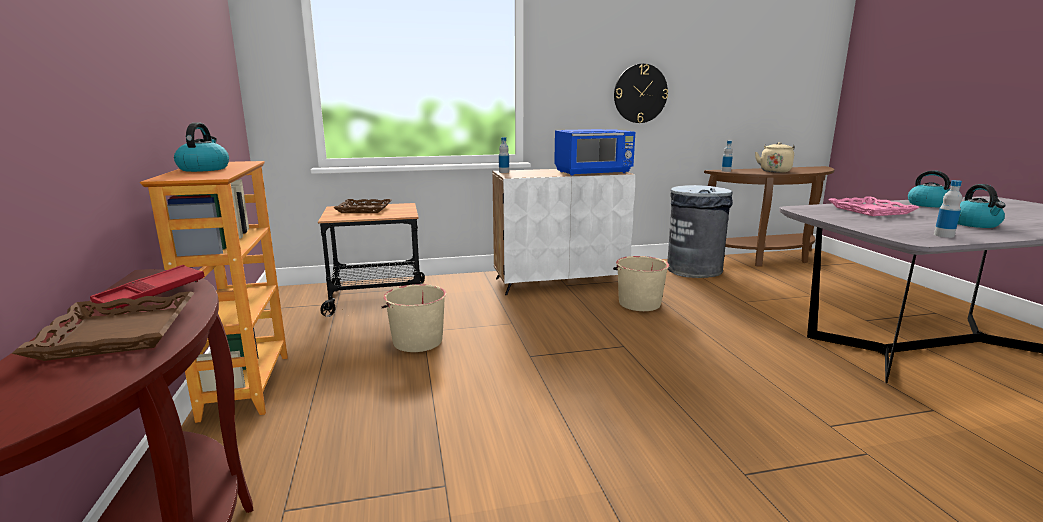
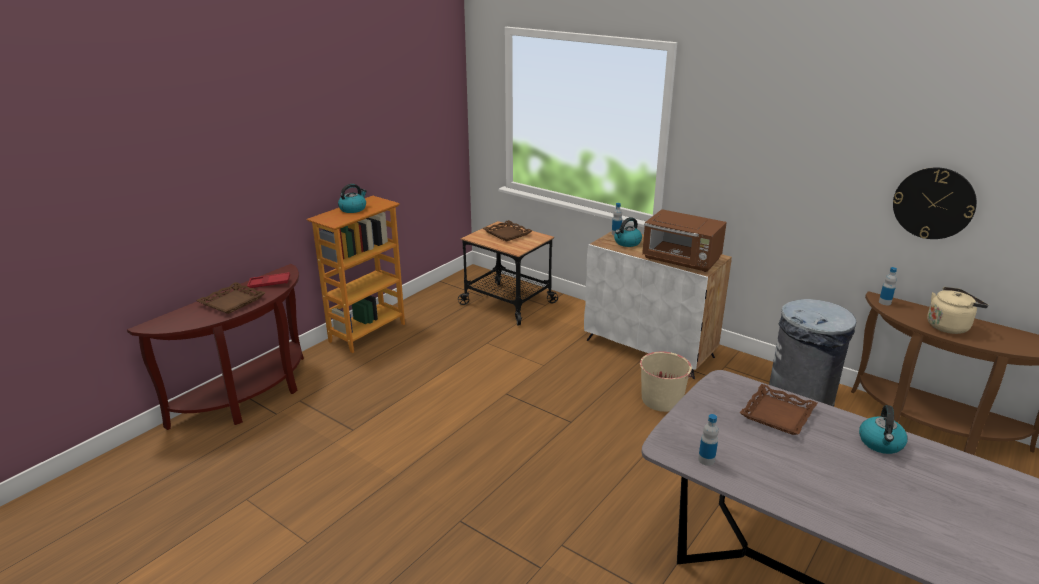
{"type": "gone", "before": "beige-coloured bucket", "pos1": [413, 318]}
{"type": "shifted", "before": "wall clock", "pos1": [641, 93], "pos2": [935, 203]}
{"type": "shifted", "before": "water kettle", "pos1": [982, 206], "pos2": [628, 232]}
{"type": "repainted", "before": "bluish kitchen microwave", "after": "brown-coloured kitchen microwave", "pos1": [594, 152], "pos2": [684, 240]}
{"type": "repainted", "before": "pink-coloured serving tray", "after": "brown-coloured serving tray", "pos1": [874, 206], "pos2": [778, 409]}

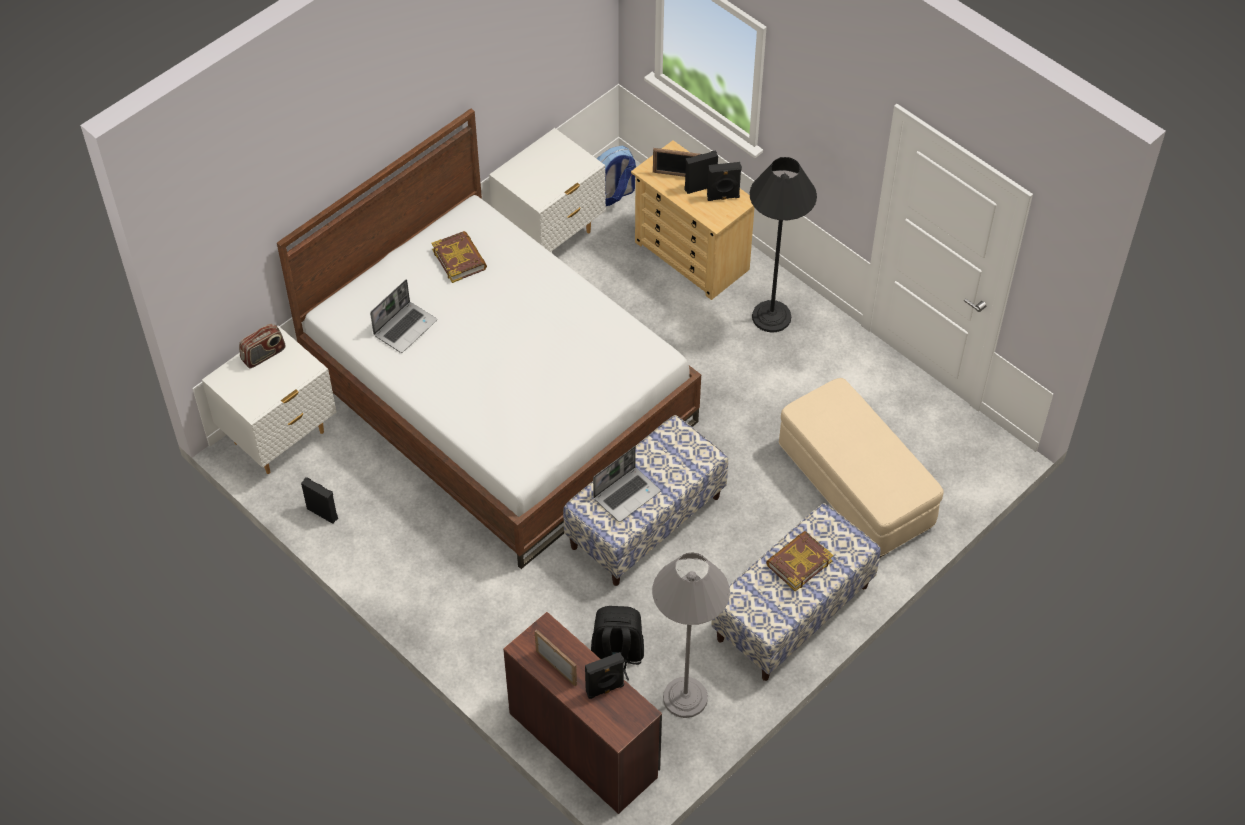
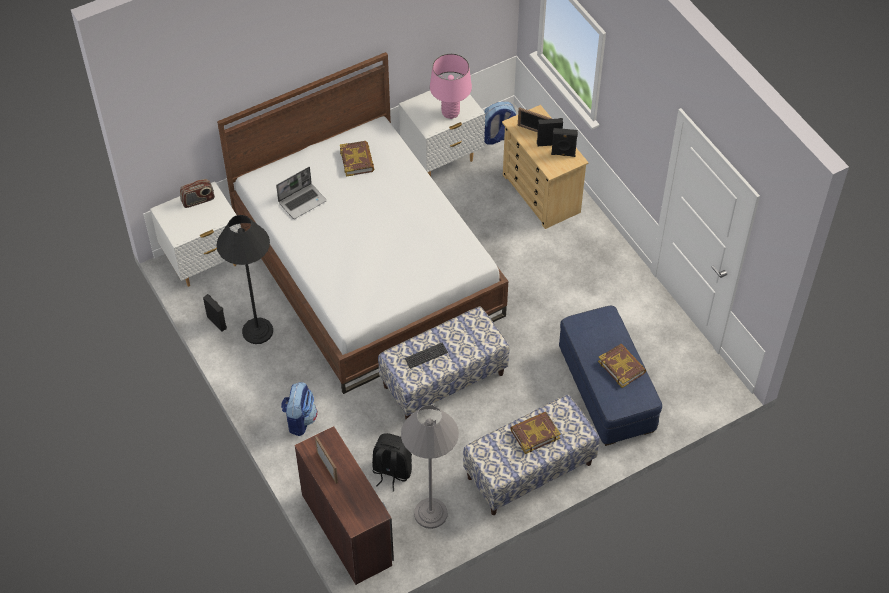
{"type": "gone", "before": "black speaker", "pos1": [604, 675]}
{"type": "new", "after": "backpack", "pos2": [299, 409]}
{"type": "new", "after": "pink-coloured lamp for a table", "pos2": [451, 86]}
{"type": "new", "after": "bound book", "pos2": [622, 366]}
{"type": "shifted", "before": "black floor lamp", "pos1": [783, 244], "pos2": [245, 279]}
{"type": "swapped", "before": "portable computer", "after": "keyboard", "pos1": [627, 484], "pos2": [426, 356]}
{"type": "repainted", "before": "beige-coloured ottoman", "after": "bluish ottoman", "pos1": [861, 467], "pos2": [610, 376]}

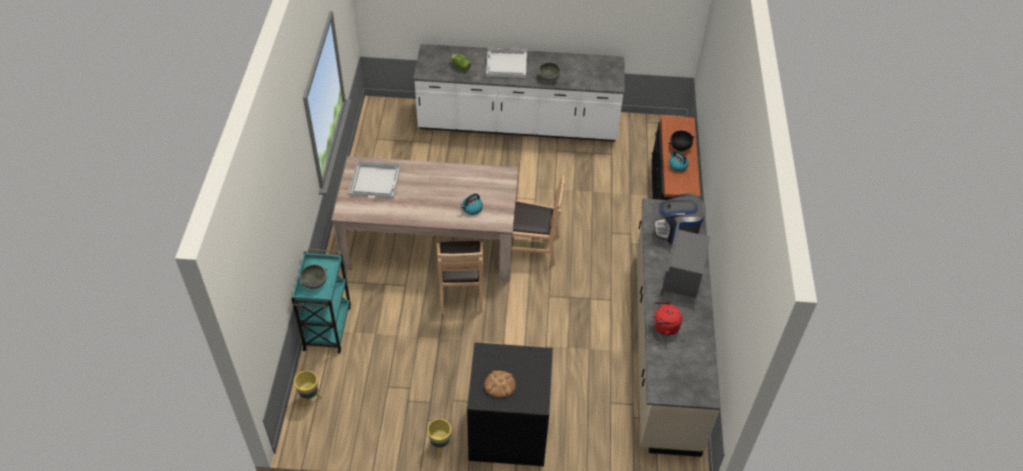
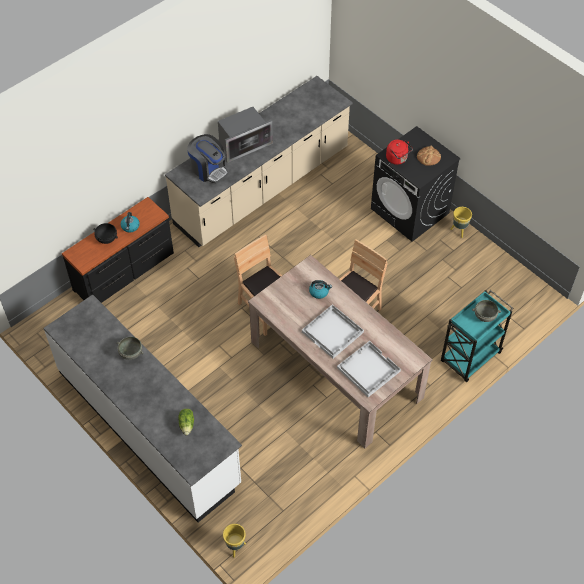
{"type": "shifted", "before": "yellow-coloured plant pot", "pos1": [308, 389], "pos2": [234, 541]}
{"type": "shifted", "before": "white-coloured serving tray", "pos1": [506, 63], "pos2": [333, 332]}
{"type": "shifted", "before": "red water kettle", "pos1": [668, 319], "pos2": [399, 152]}

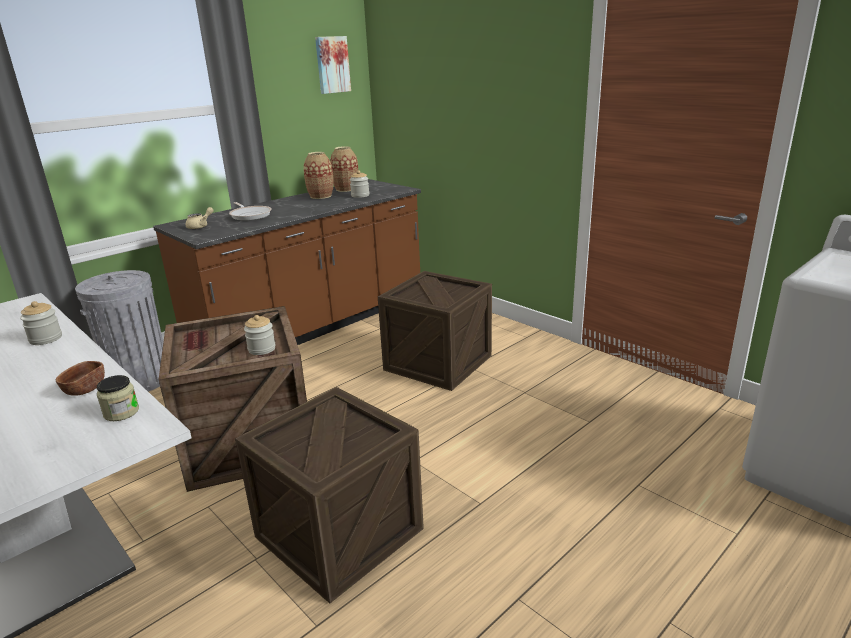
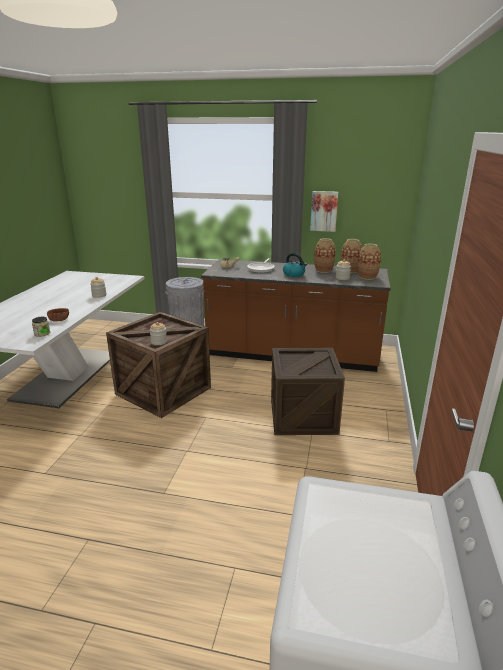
{"type": "gone", "before": "shipping crate", "pos1": [329, 495]}
{"type": "new", "after": "water kettle", "pos2": [295, 265]}
{"type": "new", "after": "vase", "pos2": [369, 262]}
{"type": "shifted", "before": "wall picture", "pos1": [333, 65], "pos2": [324, 211]}

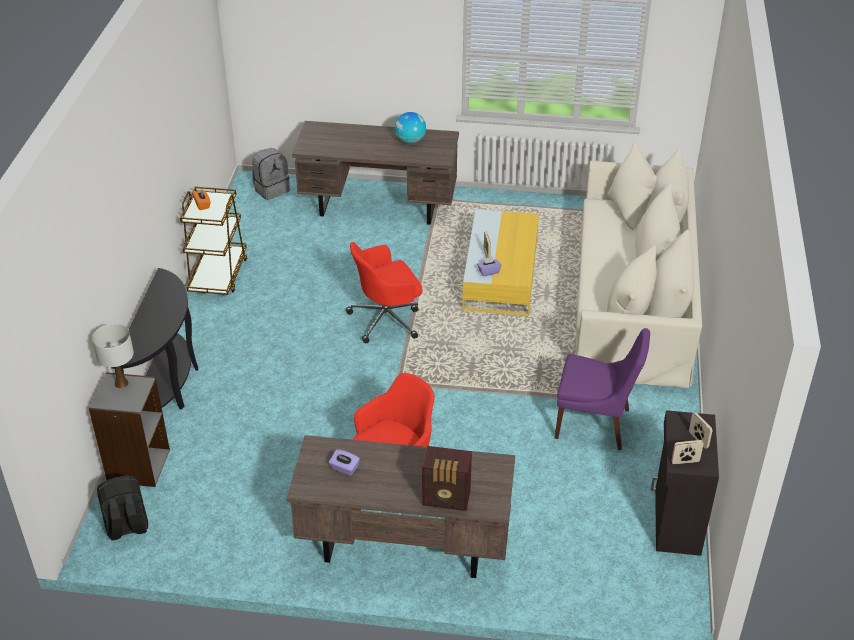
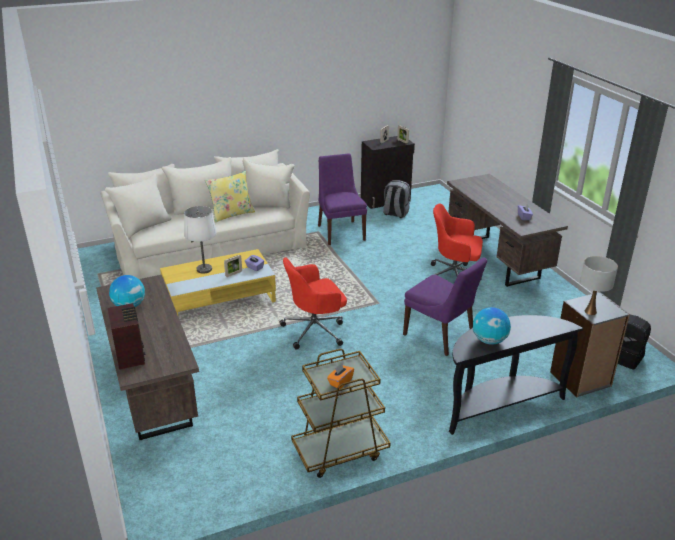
{"type": "new", "after": "white-coloured lamp for a table", "pos2": [200, 240]}
{"type": "new", "after": "yellow-coloured pillow", "pos2": [230, 197]}
{"type": "new", "after": "purplish chair", "pos2": [445, 306]}
{"type": "new", "after": "desk globe", "pos2": [492, 326]}
{"type": "shifted", "before": "gray backpack", "pos1": [271, 174], "pos2": [396, 199]}
{"type": "shifted", "before": "radio set", "pos1": [447, 478], "pos2": [127, 336]}
{"type": "rotated", "before": "red office chair", "pos1": [384, 293], "pos2": [313, 303], "turn": 120}

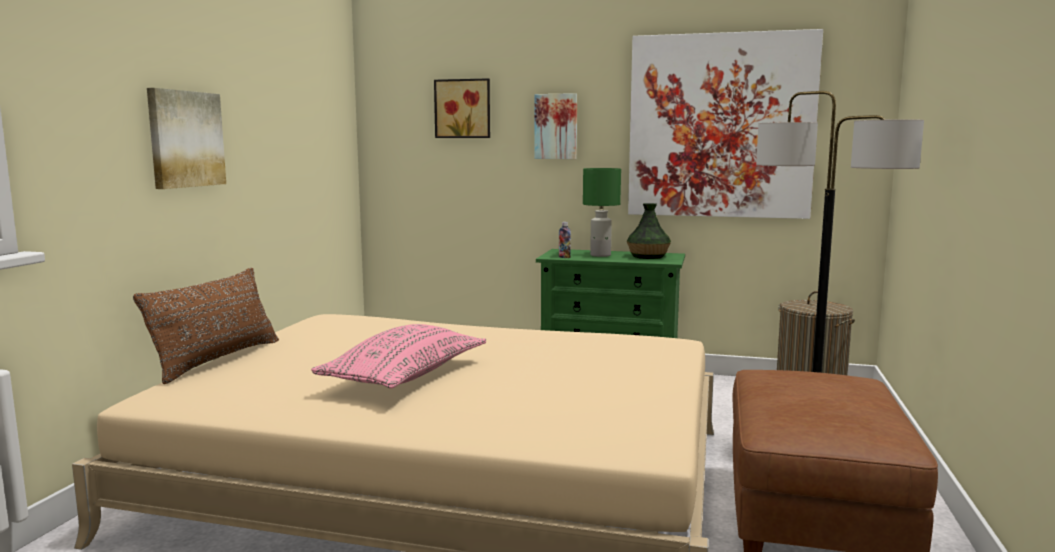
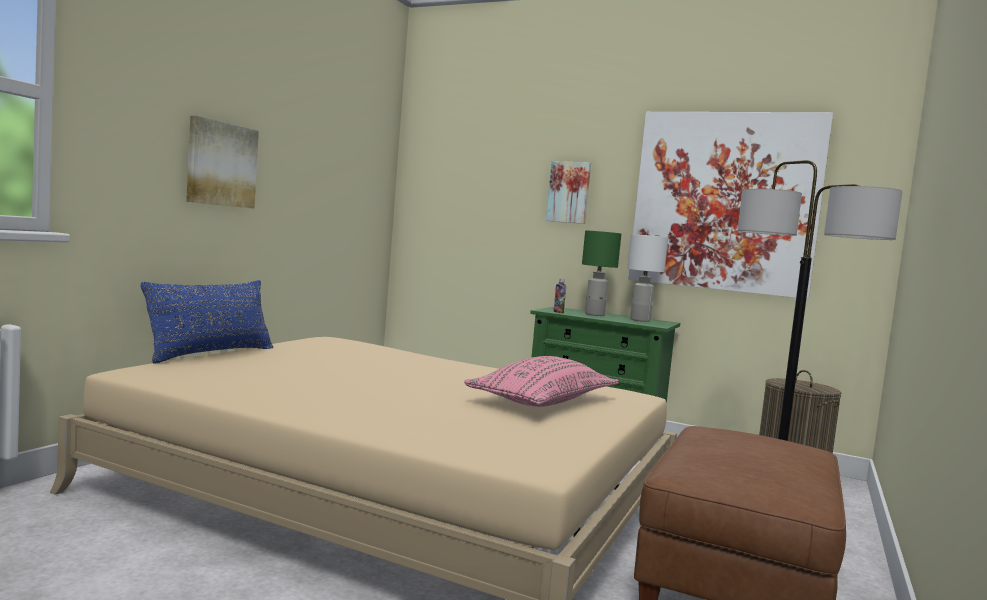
{"type": "gone", "before": "wall picture", "pos1": [462, 108]}
{"type": "shifted", "before": "pink-coloured pillow", "pos1": [398, 356], "pos2": [541, 381]}
{"type": "swapped", "before": "vase", "after": "white-coloured lamp for a table", "pos1": [649, 231], "pos2": [647, 278]}
{"type": "repainted", "before": "brown-coloured pillow", "after": "bluish pillow", "pos1": [206, 326], "pos2": [206, 321]}

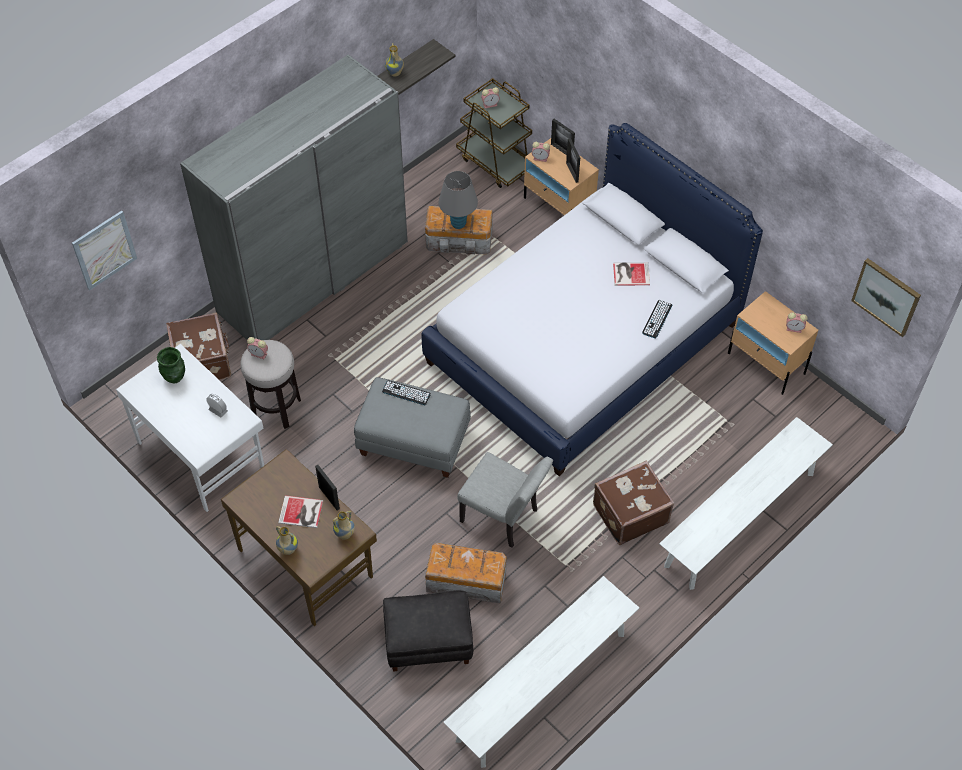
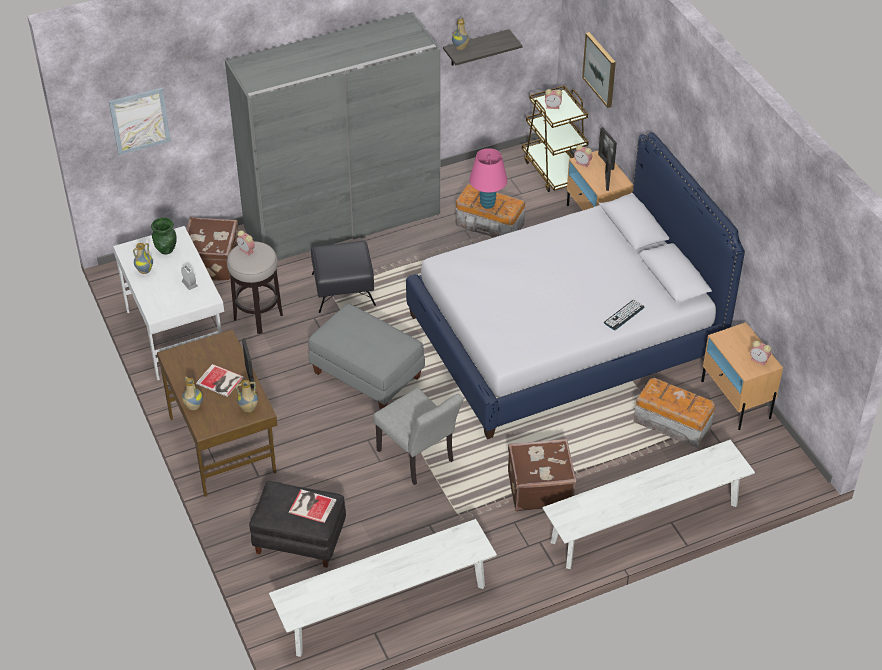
{"type": "gone", "before": "keyboard", "pos1": [406, 392]}
{"type": "new", "after": "vase", "pos2": [143, 258]}
{"type": "new", "after": "black ottoman", "pos2": [343, 277]}
{"type": "shifted", "before": "storage box", "pos1": [466, 573], "pos2": [674, 413]}
{"type": "shifted", "before": "bound book", "pos1": [631, 273], "pos2": [312, 506]}
{"type": "shifted", "before": "wall picture", "pos1": [886, 297], "pos2": [599, 70]}
{"type": "repainted", "before": "gray lamp for a table", "after": "pink-coloured lamp for a table", "pos1": [458, 200], "pos2": [488, 178]}

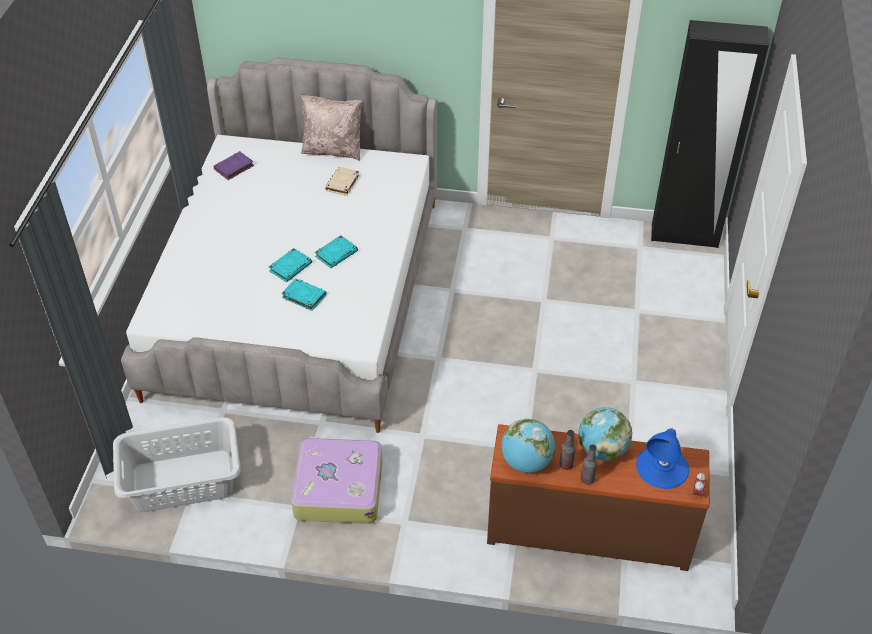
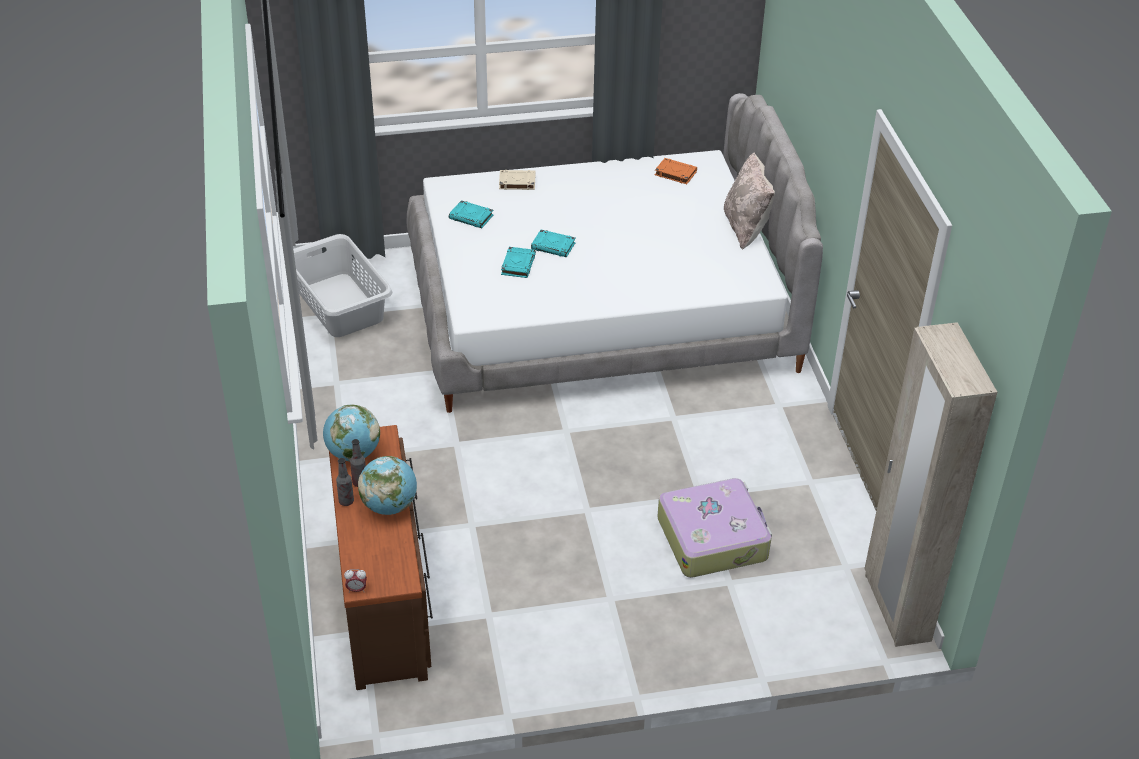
{"type": "gone", "before": "bluish lamp for a table", "pos1": [662, 458]}
{"type": "shifted", "before": "suitcase", "pos1": [337, 480], "pos2": [714, 528]}
{"type": "shifted", "before": "blue-green bound book", "pos1": [336, 251], "pos2": [471, 214]}
{"type": "shifted", "before": "beige-coloured bound book", "pos1": [342, 181], "pos2": [517, 180]}
{"type": "repainted", "before": "purplish bound book", "after": "orangey bound book", "pos1": [233, 165], "pos2": [676, 171]}
{"type": "repainted", "before": "black armoire", "after": "beige-coloured armoire", "pos1": [710, 134], "pos2": [930, 484]}

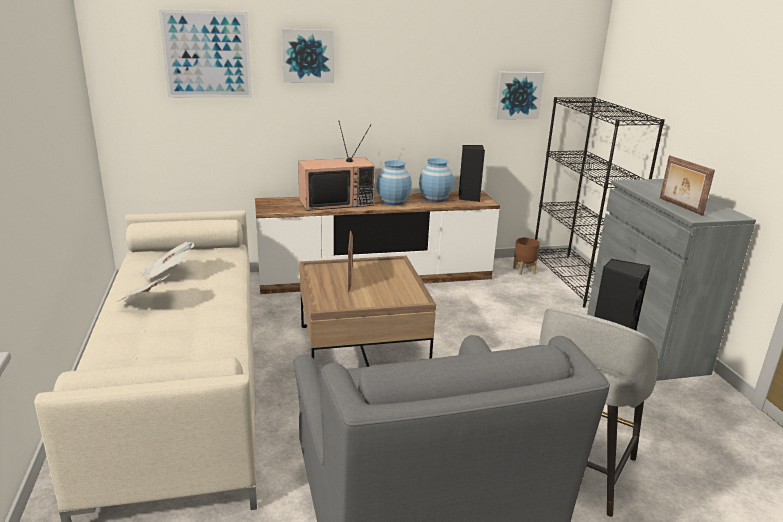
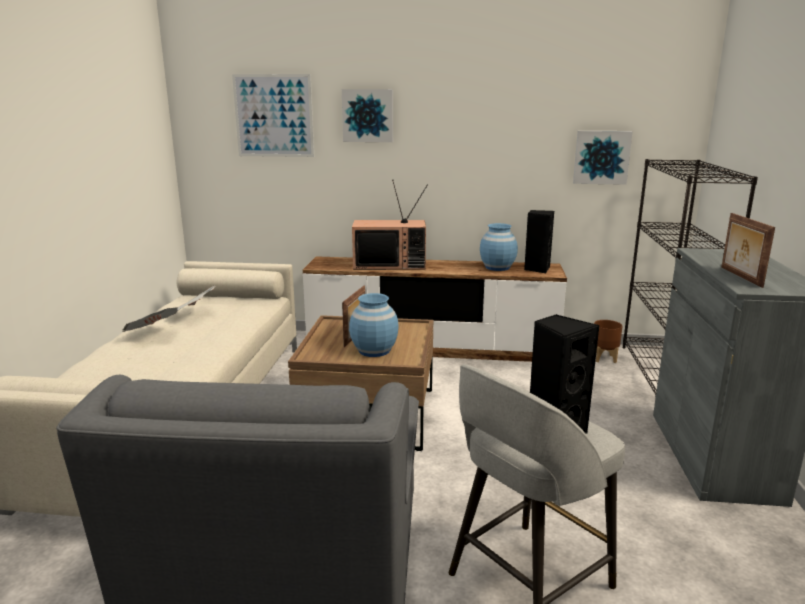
{"type": "shifted", "before": "bluish vase", "pos1": [394, 183], "pos2": [374, 325]}

